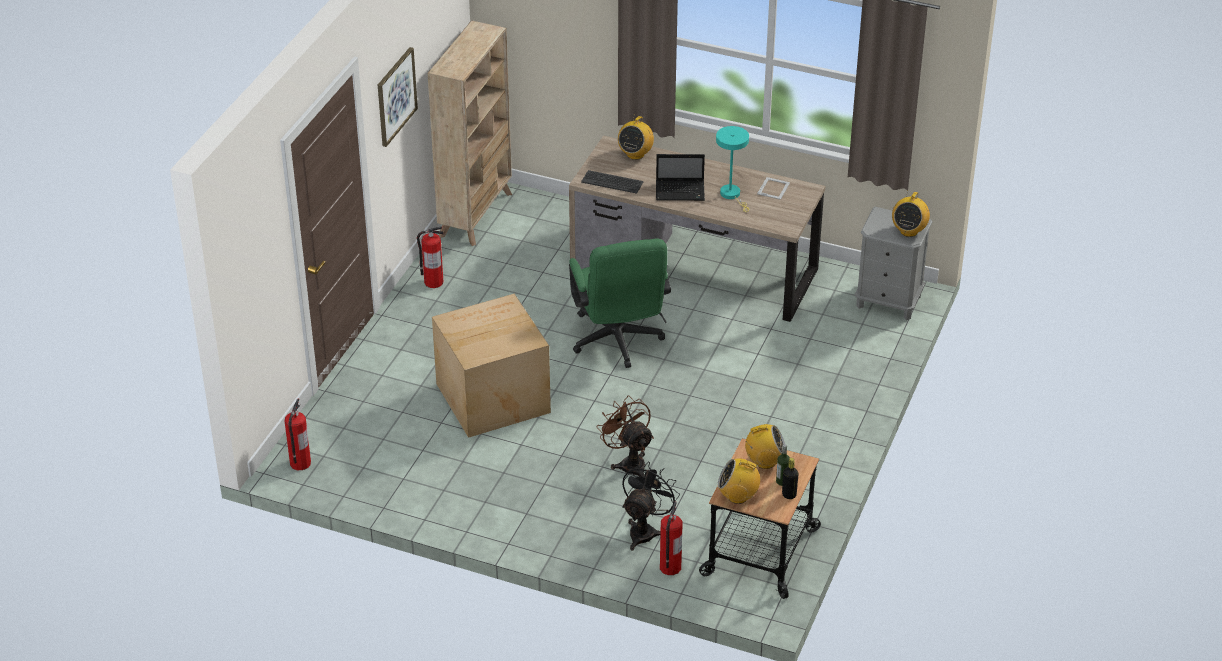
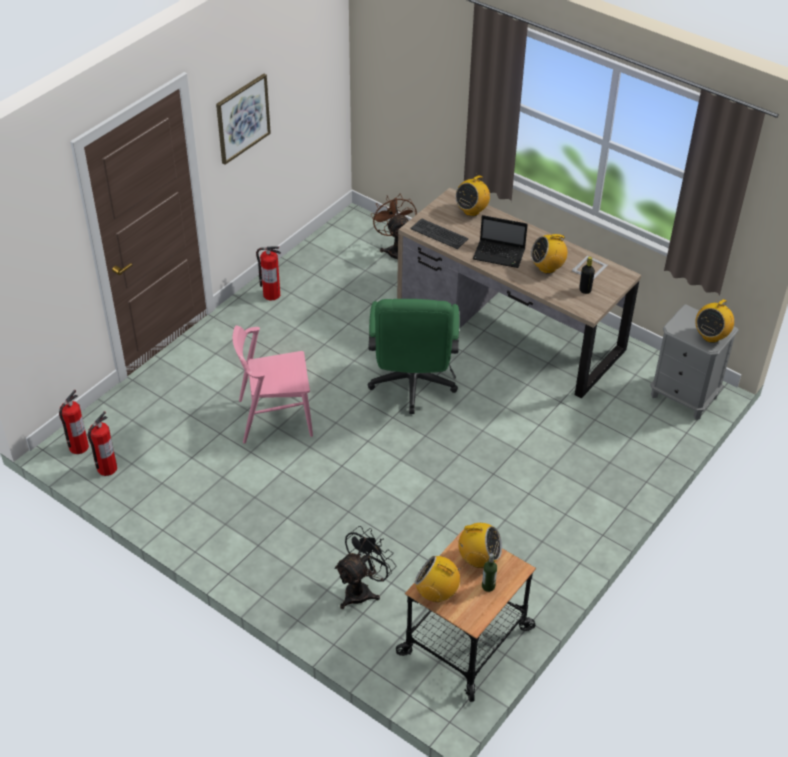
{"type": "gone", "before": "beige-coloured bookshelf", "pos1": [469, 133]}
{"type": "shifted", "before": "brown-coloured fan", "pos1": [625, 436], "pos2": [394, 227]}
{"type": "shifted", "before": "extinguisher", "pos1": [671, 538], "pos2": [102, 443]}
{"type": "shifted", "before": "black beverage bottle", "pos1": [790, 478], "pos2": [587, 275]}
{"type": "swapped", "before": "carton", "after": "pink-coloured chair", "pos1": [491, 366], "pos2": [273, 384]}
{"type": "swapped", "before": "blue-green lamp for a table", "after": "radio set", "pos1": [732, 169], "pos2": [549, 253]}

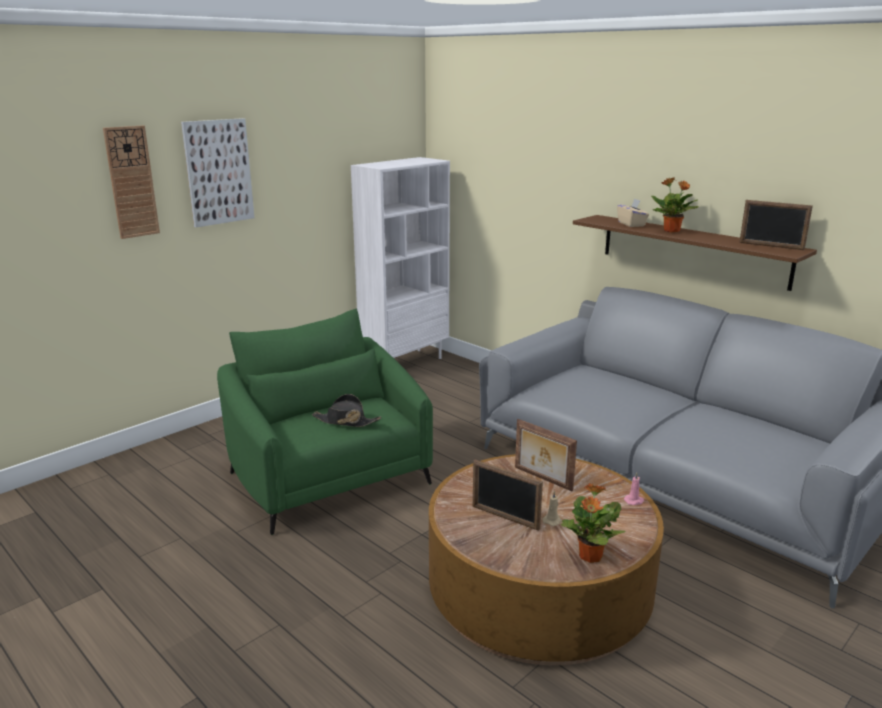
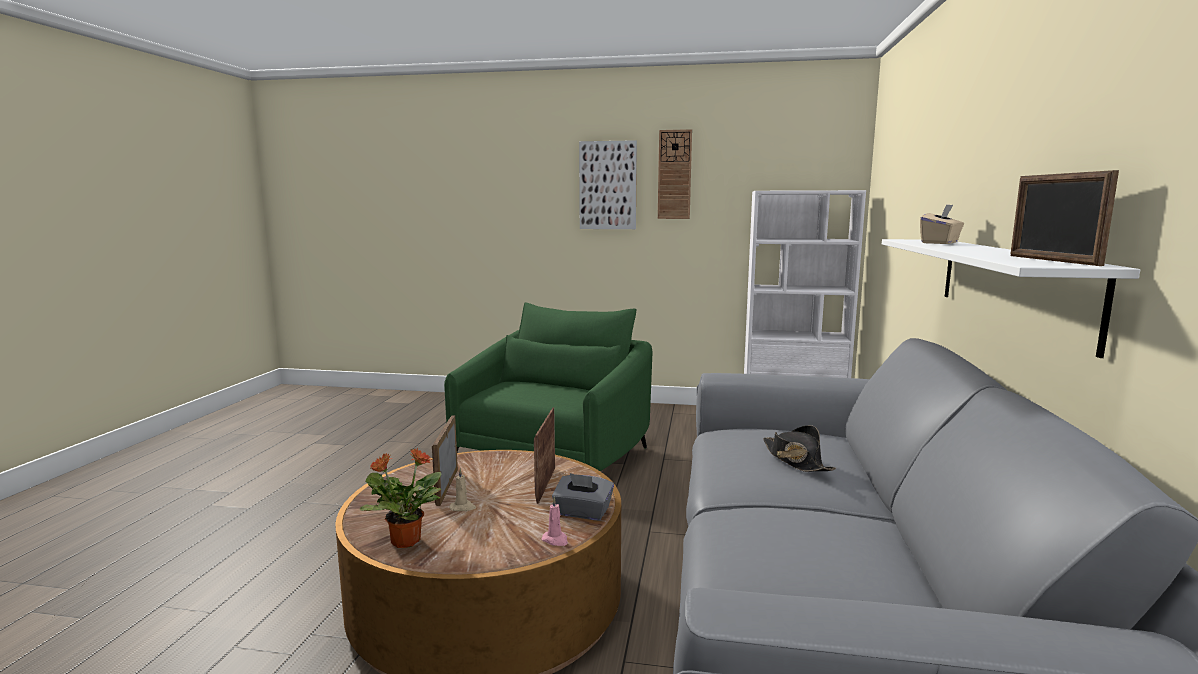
{"type": "gone", "before": "houseplant", "pos1": [674, 204]}
{"type": "new", "after": "gray tissue box", "pos2": [583, 497]}
{"type": "shifted", "before": "wall clock", "pos1": [131, 182], "pos2": [675, 174]}
{"type": "shifted", "before": "black hat", "pos1": [346, 410], "pos2": [799, 448]}
{"type": "repainted", "before": "brown-coloured wall shelf", "after": "white-coloured wall shelf", "pos1": [695, 253], "pos2": [1011, 298]}

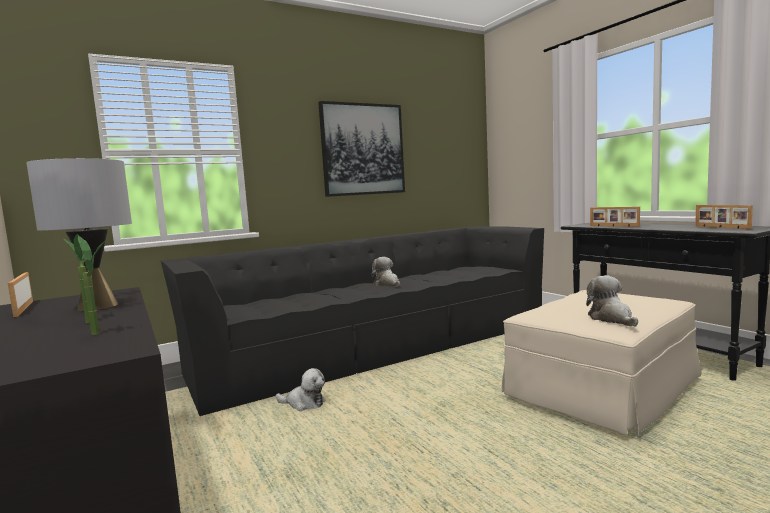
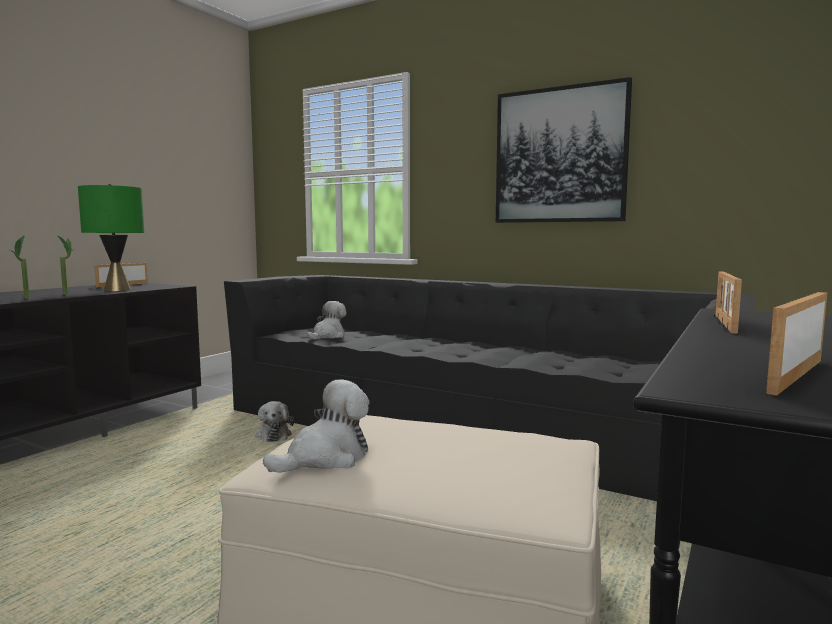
{"type": "shifted", "before": "plush toy", "pos1": [385, 272], "pos2": [326, 320]}
{"type": "repainted", "before": "gray lamp for a table", "after": "green-coloured lamp for a table", "pos1": [79, 234], "pos2": [111, 237]}

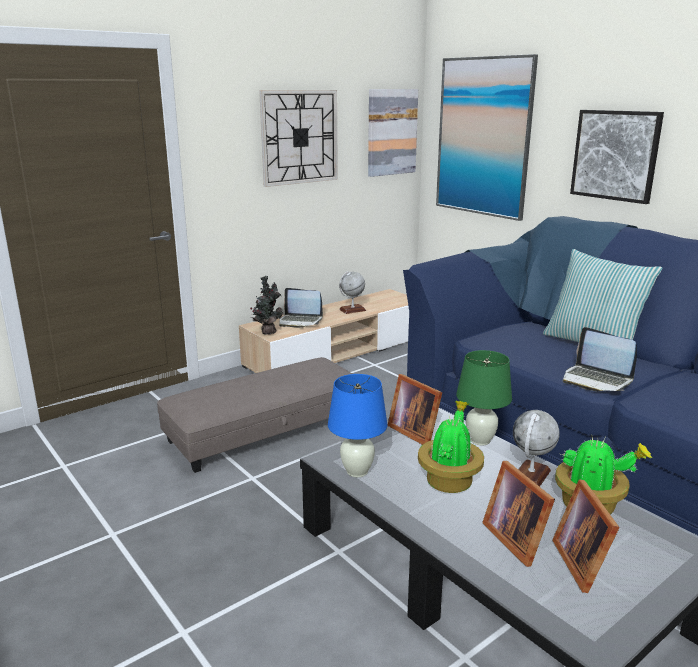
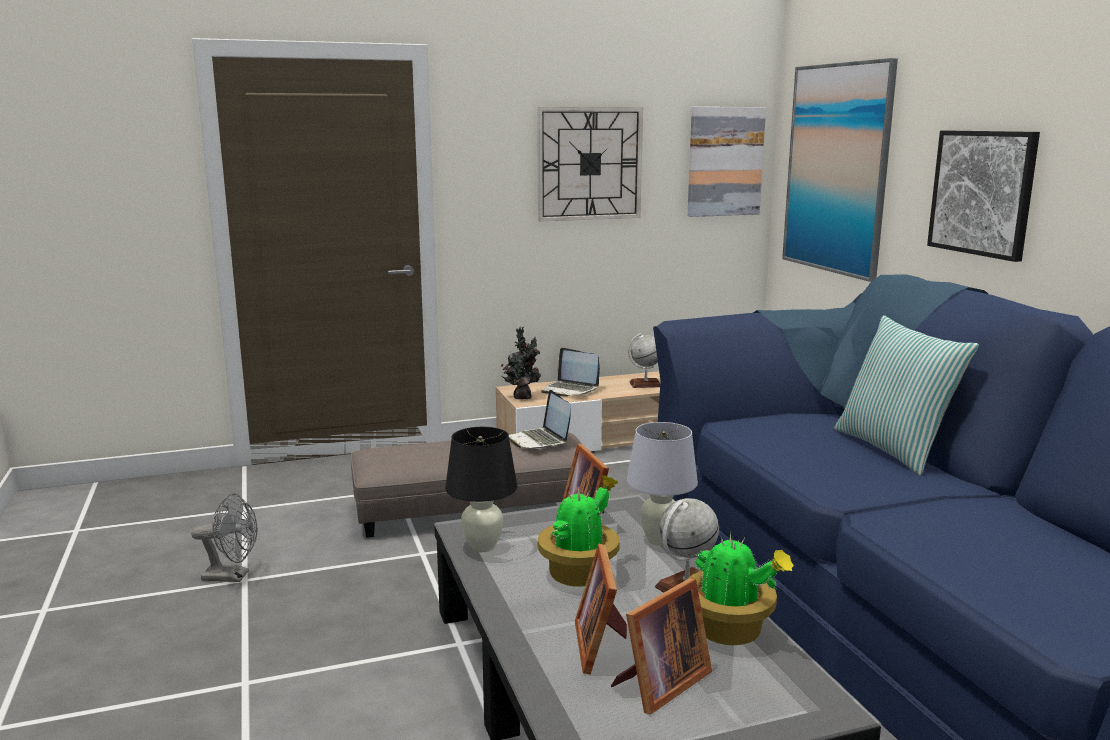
{"type": "new", "after": "gray fan", "pos2": [224, 537]}
{"type": "shifted", "before": "portable computer", "pos1": [600, 359], "pos2": [540, 419]}
{"type": "repainted", "before": "bluish lamp for a table", "after": "black lamp for a table", "pos1": [358, 425], "pos2": [481, 489]}
{"type": "repainted", "before": "green-coloured lamp for a table", "after": "white-coloured lamp for a table", "pos1": [484, 397], "pos2": [662, 484]}
{"type": "rotated", "before": "standing frame", "pos1": [586, 536], "pos2": [661, 646], "turn": -150}

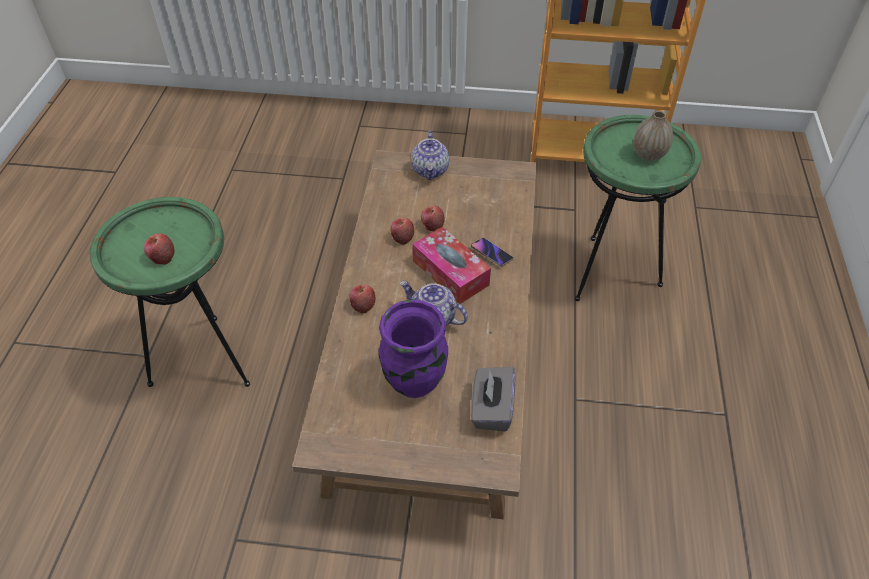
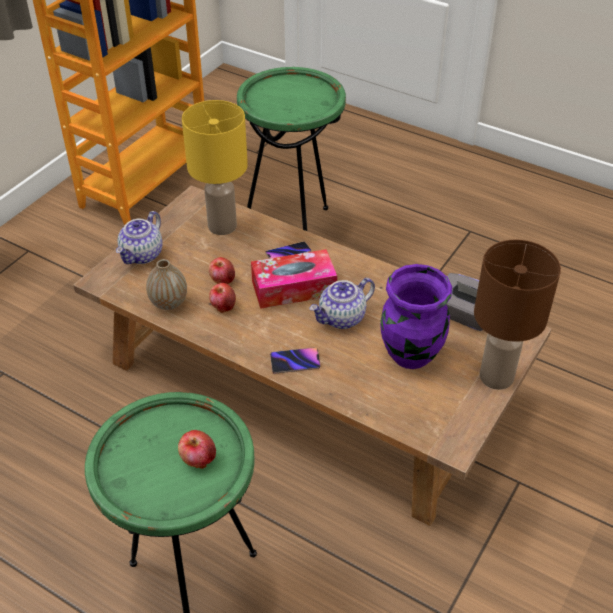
{"type": "new", "after": "yellow-coloured lamp for a table", "pos2": [215, 167]}
{"type": "new", "after": "brown-coloured lamp for a table", "pos2": [517, 314]}
{"type": "shifted", "before": "vase", "pos1": [653, 136], "pos2": [166, 284]}
{"type": "swapped", "before": "apple", "after": "handset", "pos1": [362, 299], "pos2": [295, 360]}
{"type": "rotated", "before": "tea pot", "pos1": [430, 155], "pos2": [139, 237], "turn": 90}

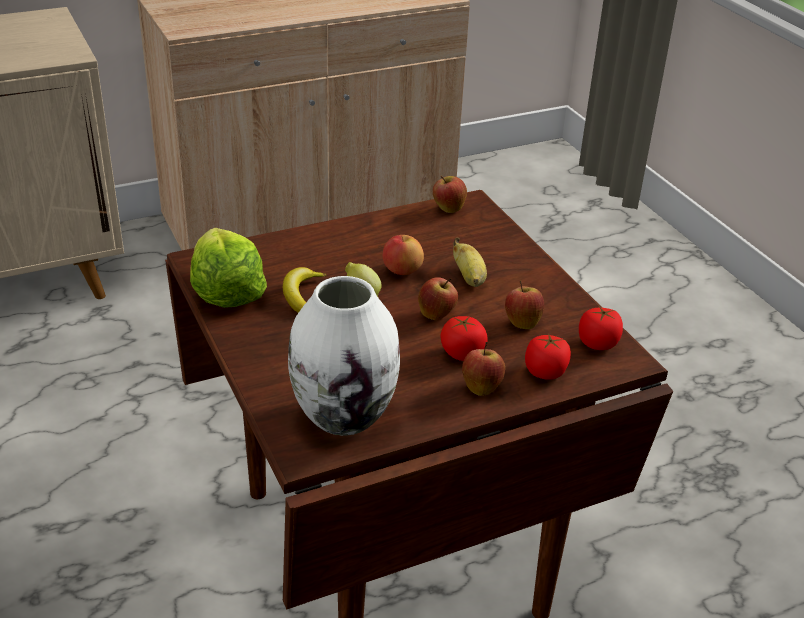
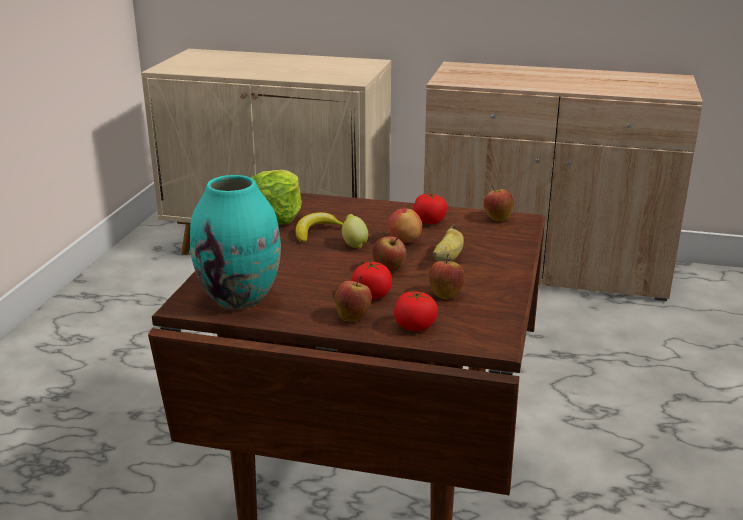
{"type": "shifted", "before": "whole tomato", "pos1": [601, 328], "pos2": [430, 208]}
{"type": "repainted", "before": "white-coloured vase", "after": "blue-green vase", "pos1": [344, 356], "pos2": [235, 242]}

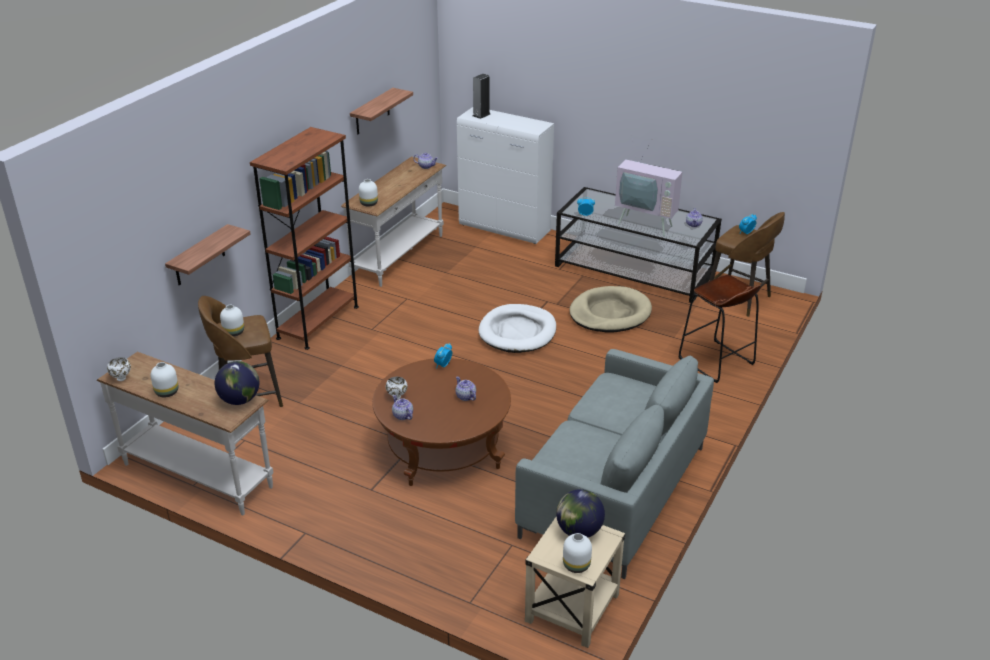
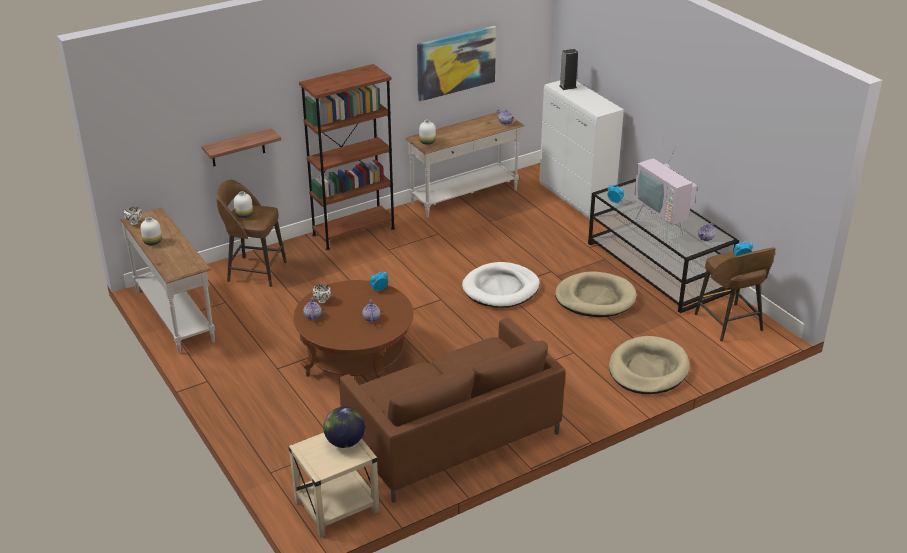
{"type": "gone", "before": "desk globe", "pos1": [237, 383]}
{"type": "gone", "before": "white-coloured vase", "pos1": [577, 553]}
{"type": "swapped", "before": "wall shelf", "after": "wall picture", "pos1": [381, 111], "pos2": [456, 63]}
{"type": "swapped", "before": "brown-coloured sitting stool", "after": "beige-coloured pet bed", "pos1": [719, 329], "pos2": [649, 365]}
{"type": "repainted", "before": "gray couch", "after": "brown-coloured couch", "pos1": [614, 464], "pos2": [452, 410]}

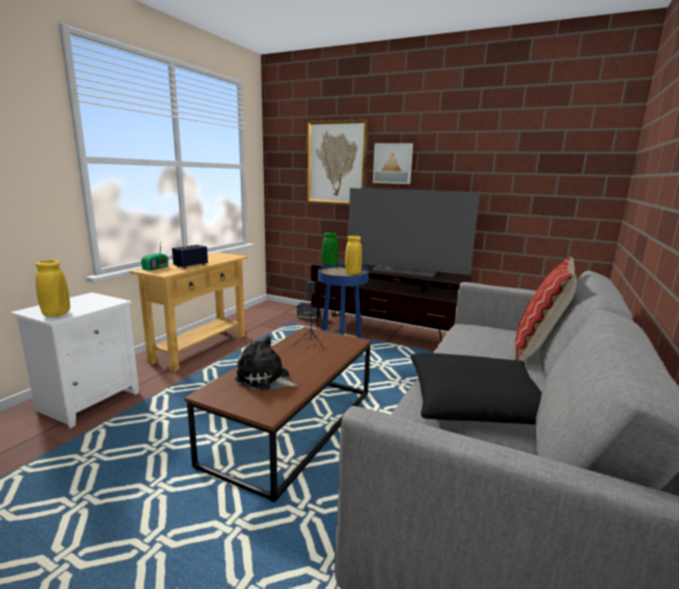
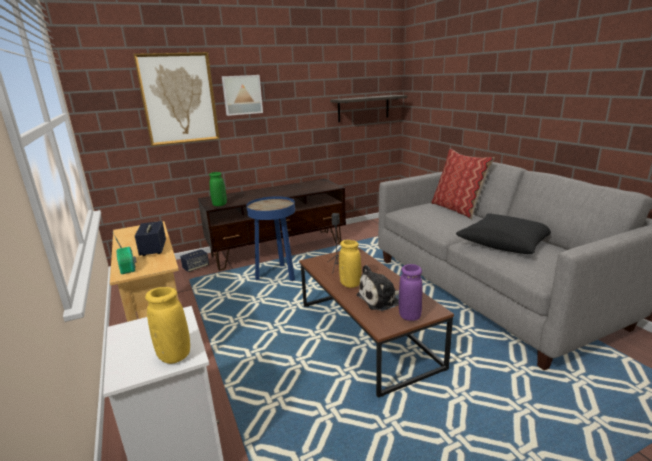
{"type": "gone", "before": "television", "pos1": [414, 232]}
{"type": "new", "after": "wall shelf", "pos2": [368, 108]}
{"type": "new", "after": "purplish vase", "pos2": [410, 292]}
{"type": "shifted", "before": "yellow-coloured vase", "pos1": [353, 254], "pos2": [350, 264]}

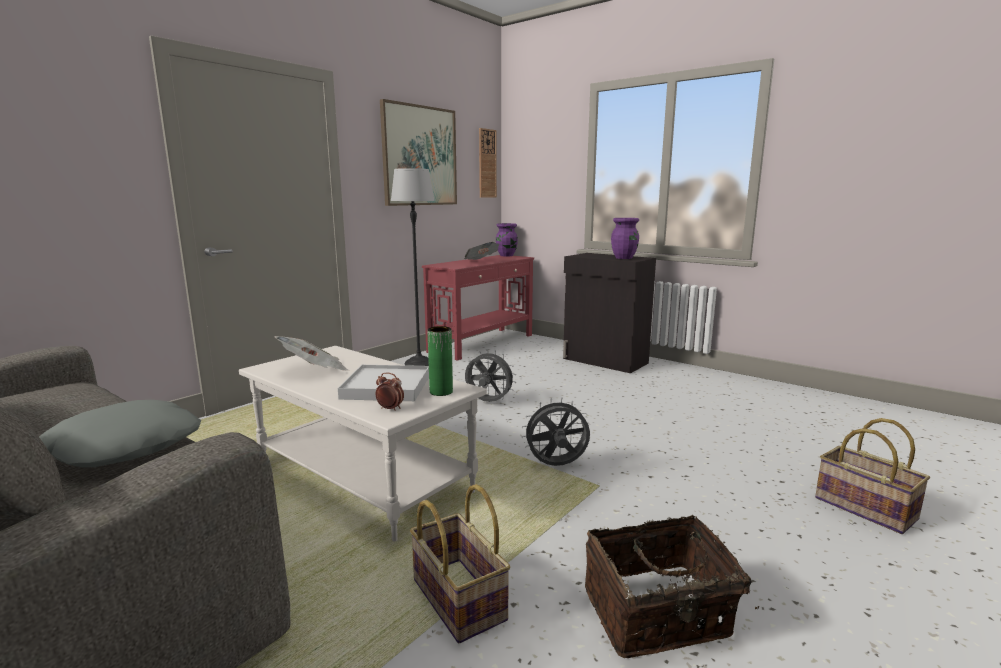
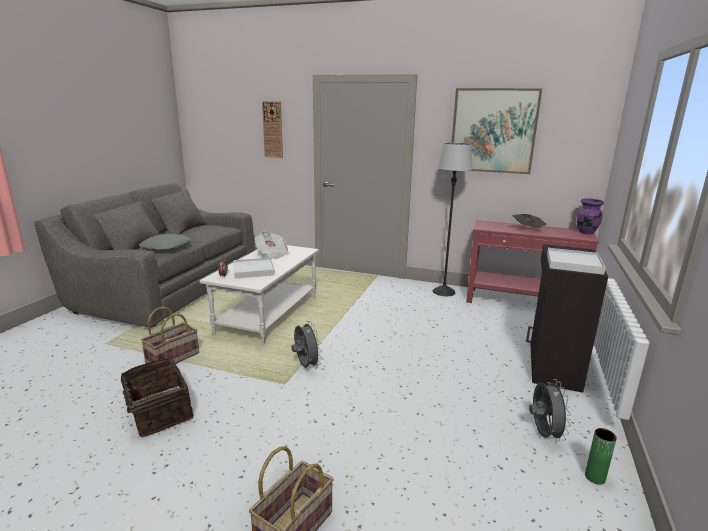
{"type": "shifted", "before": "green-coloured vase", "pos1": [440, 361], "pos2": [601, 456]}
{"type": "shifted", "before": "gray fan", "pos1": [490, 375], "pos2": [550, 410]}
{"type": "shifted", "before": "wall clock", "pos1": [488, 163], "pos2": [272, 129]}
{"type": "swapped", "before": "purplish vase", "after": "white-coloured serving tray", "pos1": [625, 238], "pos2": [576, 261]}

